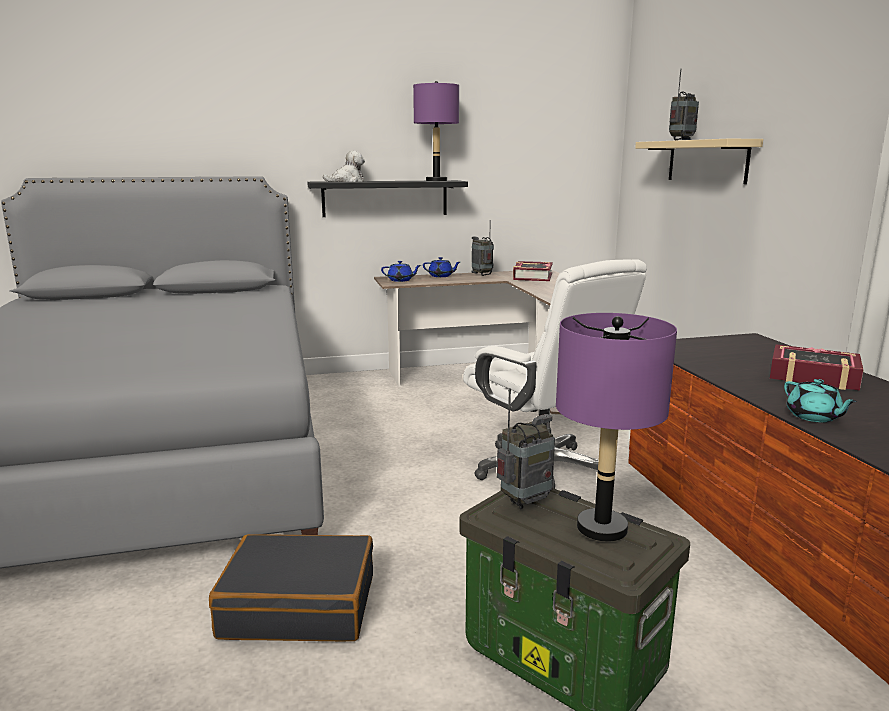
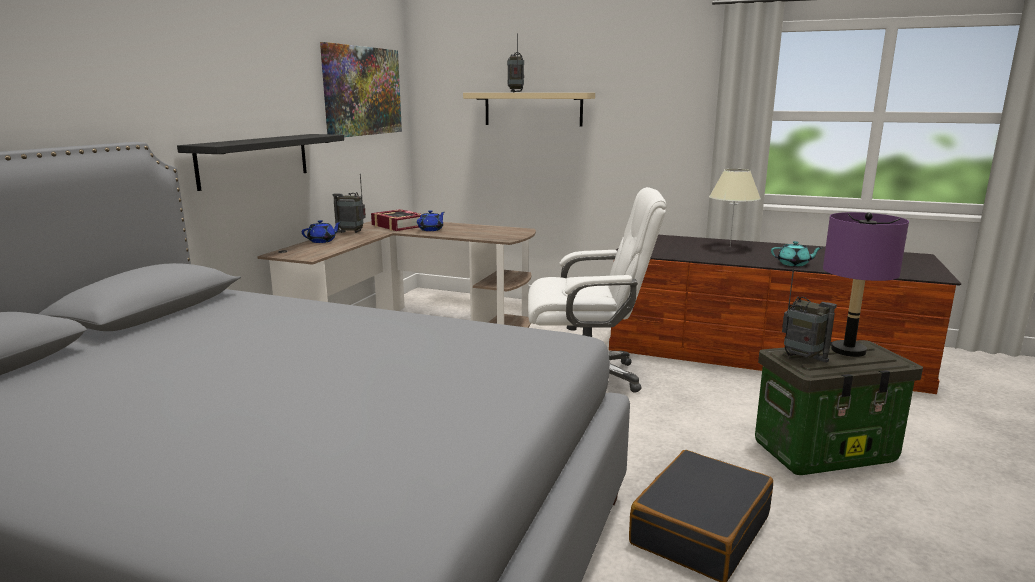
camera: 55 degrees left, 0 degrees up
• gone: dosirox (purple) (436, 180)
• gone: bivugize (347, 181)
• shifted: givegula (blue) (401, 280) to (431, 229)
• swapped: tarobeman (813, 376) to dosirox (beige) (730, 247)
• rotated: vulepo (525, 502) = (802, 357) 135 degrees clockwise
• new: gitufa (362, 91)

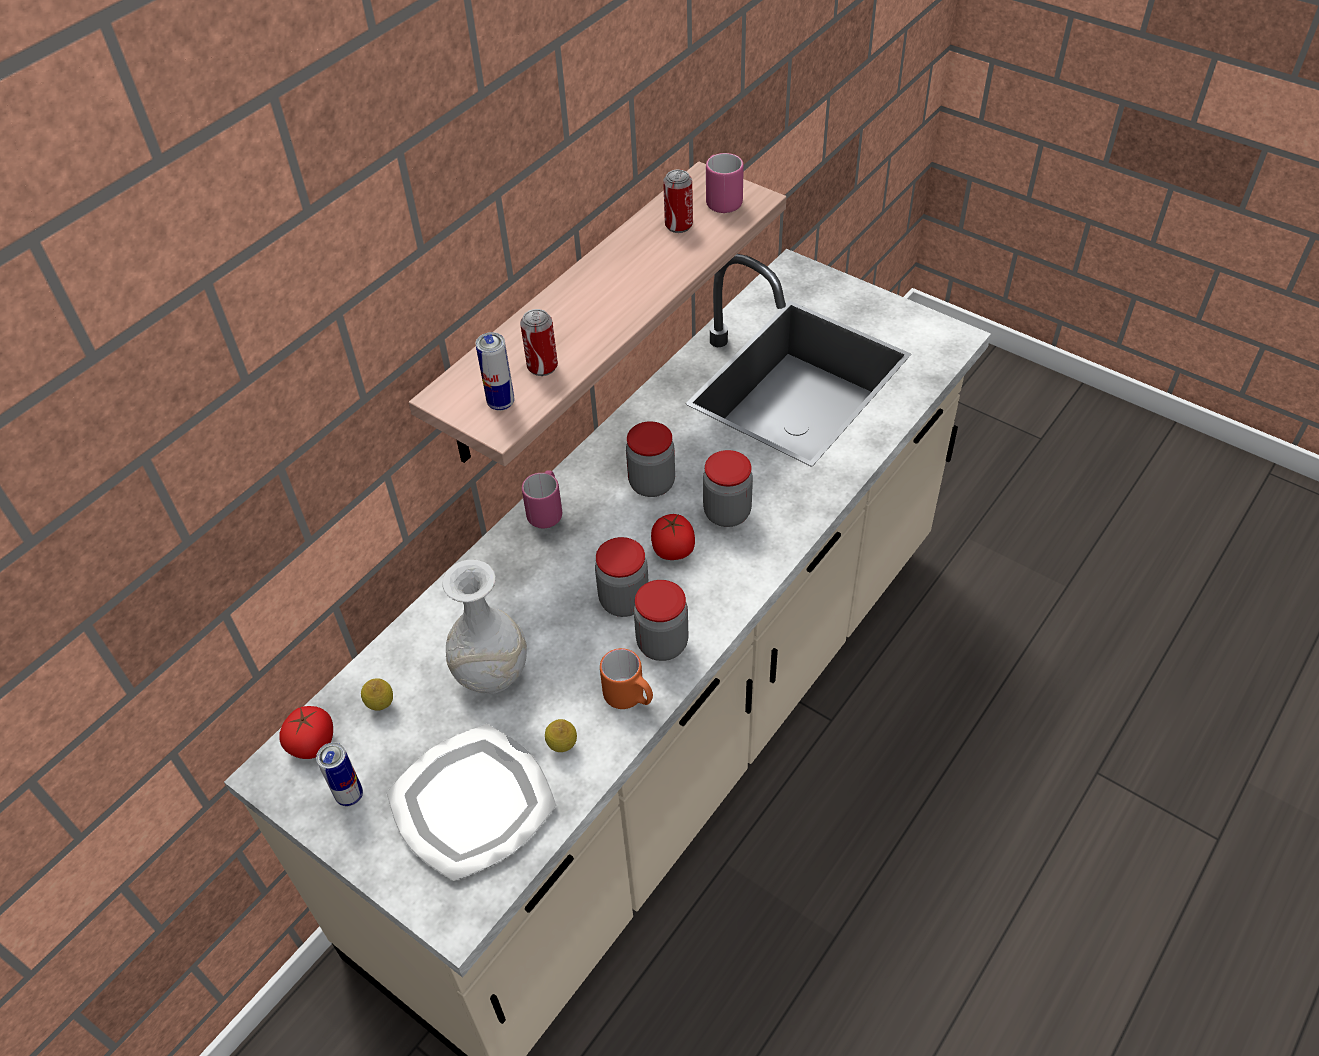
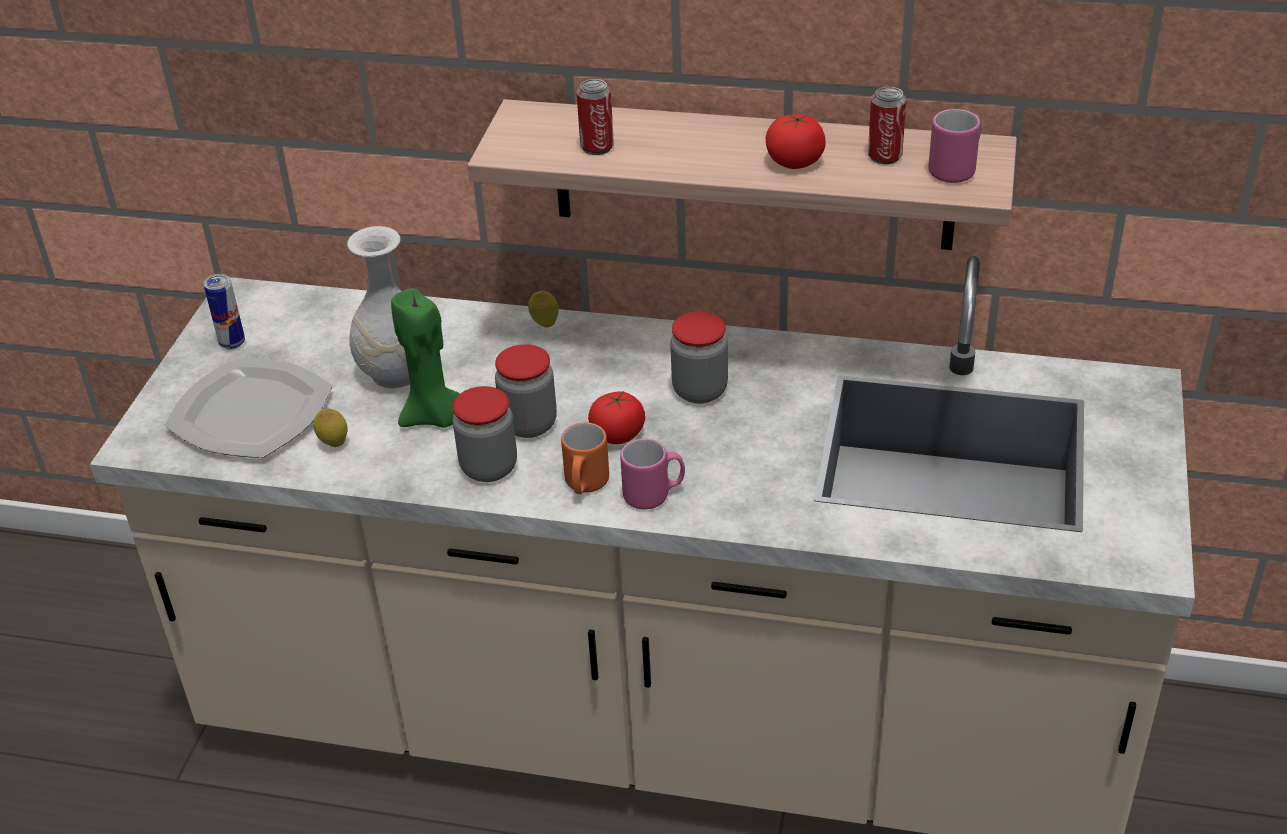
camera: 65 degrees right, 10 degrees down
• gone: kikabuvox (501, 403)
• gone: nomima (727, 513)
• shifted: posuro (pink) (547, 511) to (654, 495)
• shifted: posuro (orange) (629, 698) to (585, 486)
• shifted: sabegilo (381, 706) to (545, 325)
• shifted: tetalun (312, 743) to (794, 162)
• new: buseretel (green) (434, 417)

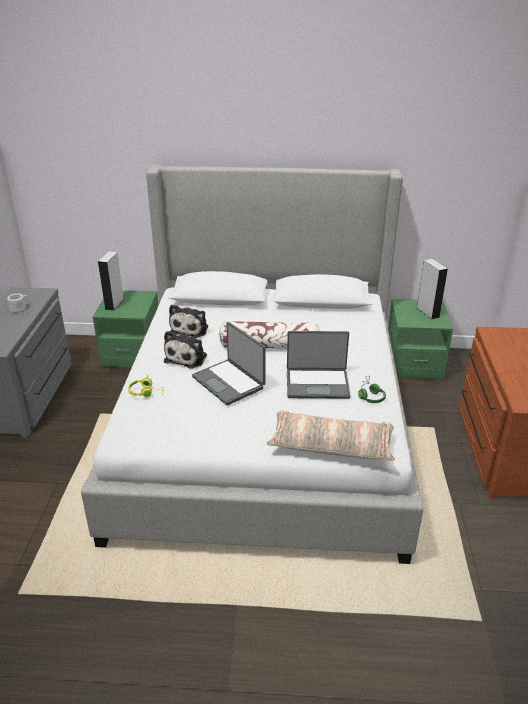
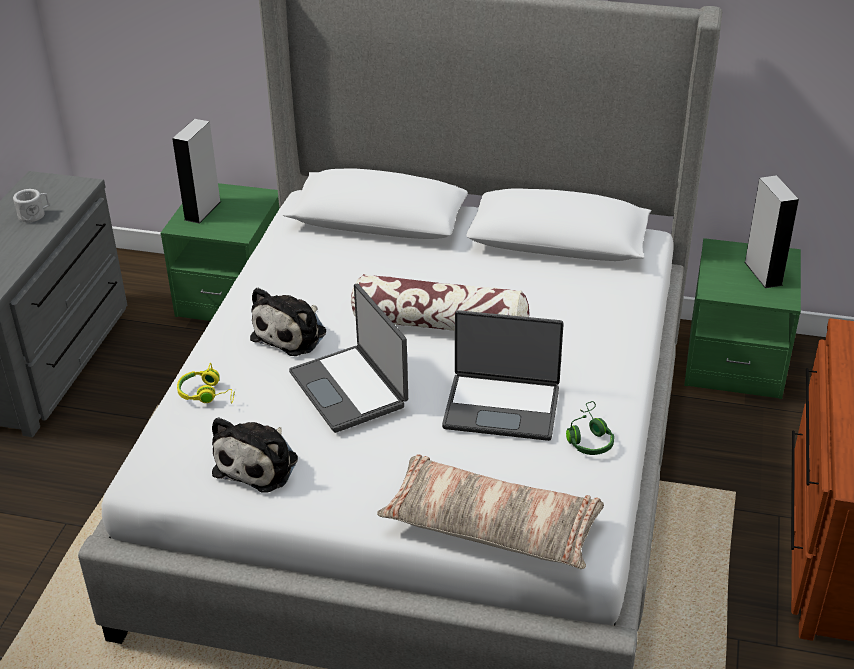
camera: 10 degrees right, 5 degrees up
• shifted: bivugize (190, 329) to (259, 463)

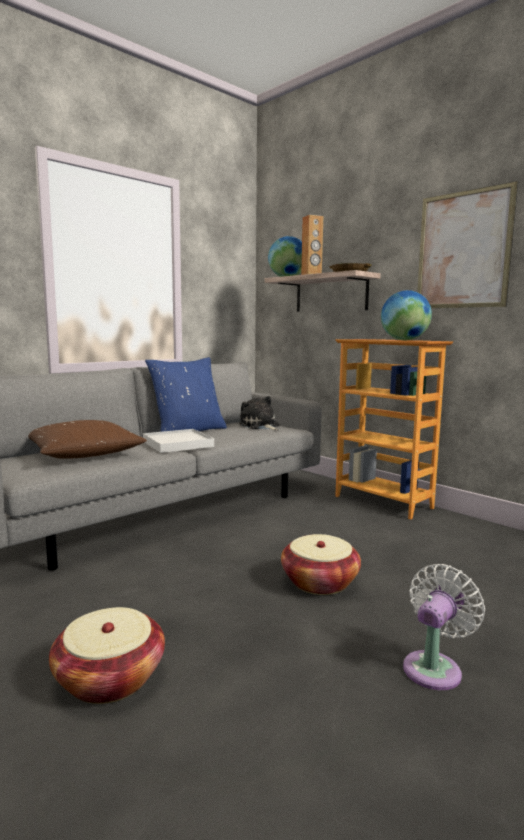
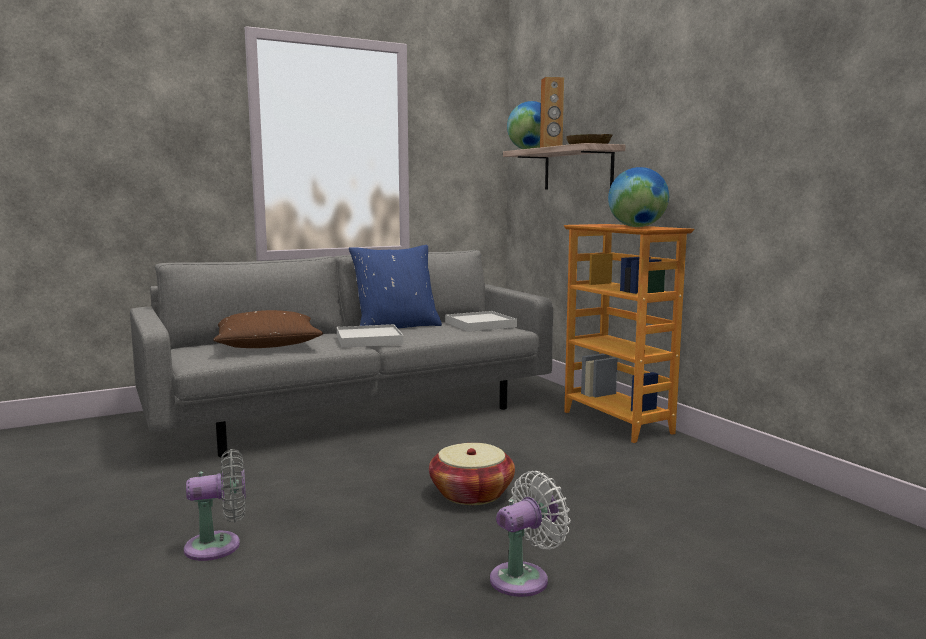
camera: 15 degrees right, 0 degrees up
• gone: gitufa (463, 250)
• swapped: bivugize (260, 426) to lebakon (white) (480, 325)
• swapped: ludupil (110, 678) to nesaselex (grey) (219, 546)

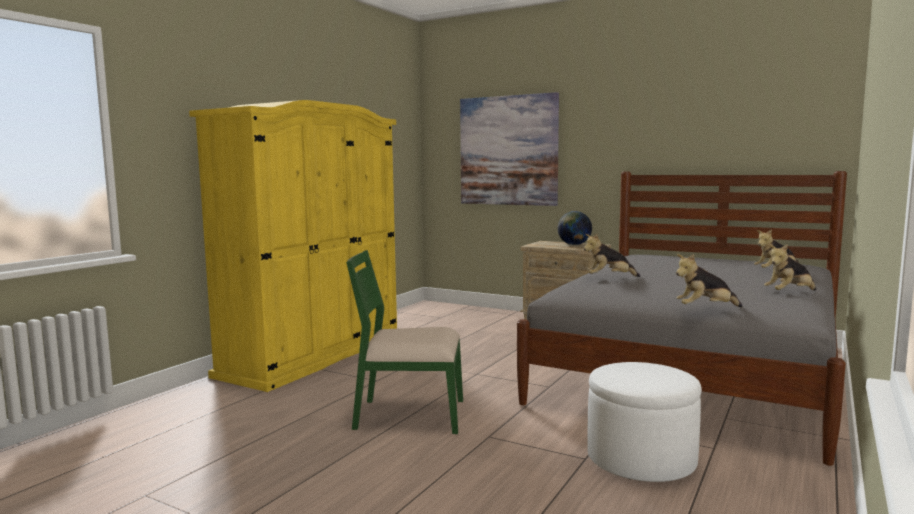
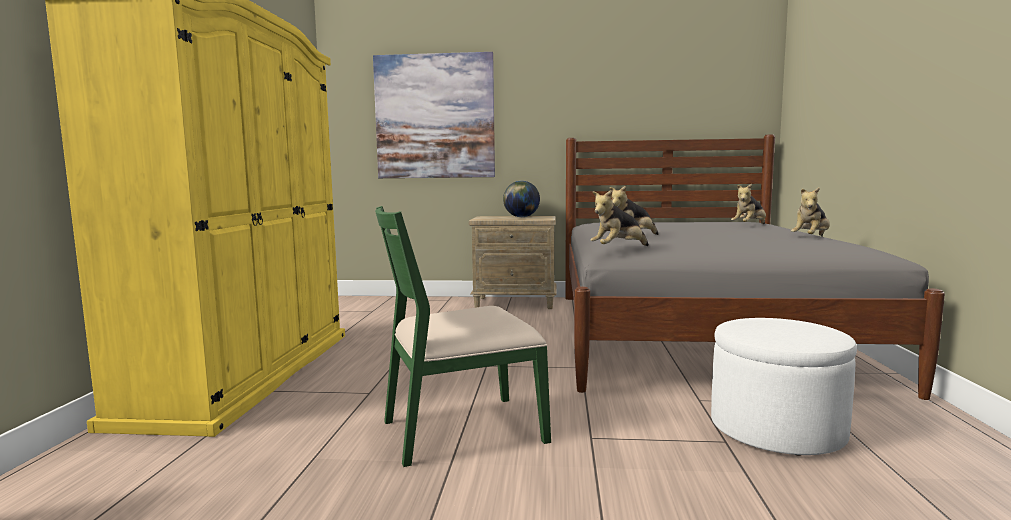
camera: 25 degrees left, 0 degrees up
• shifted: bivugize (705, 309) to (618, 249)

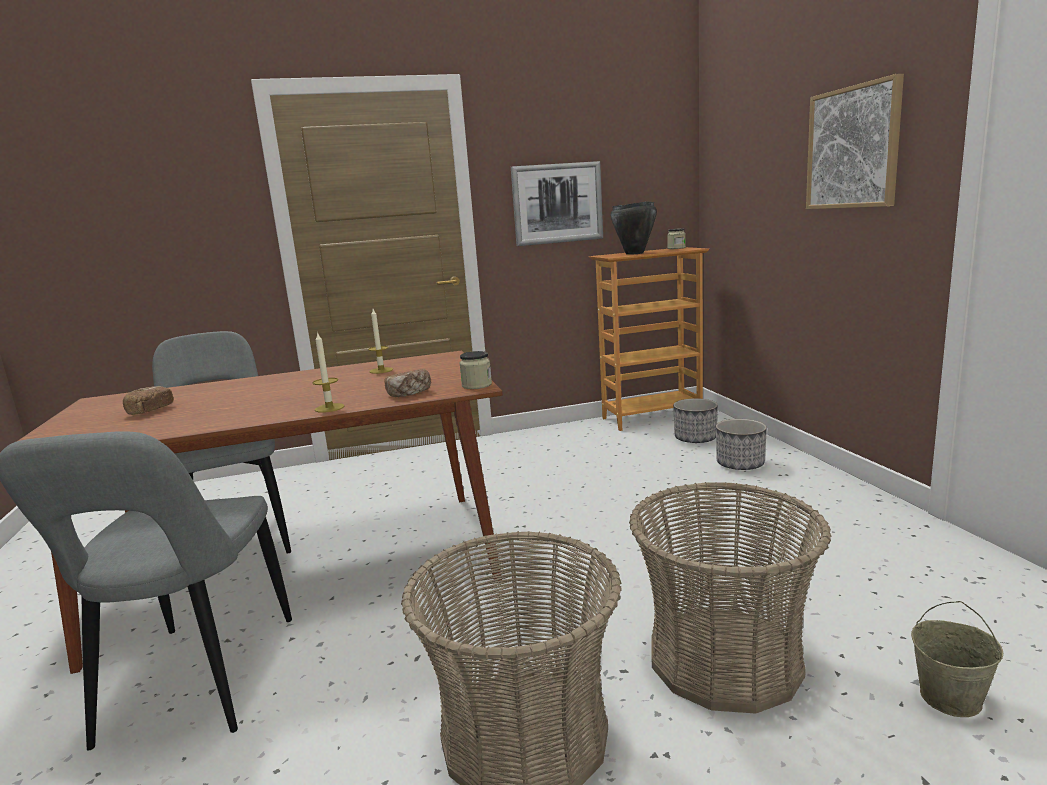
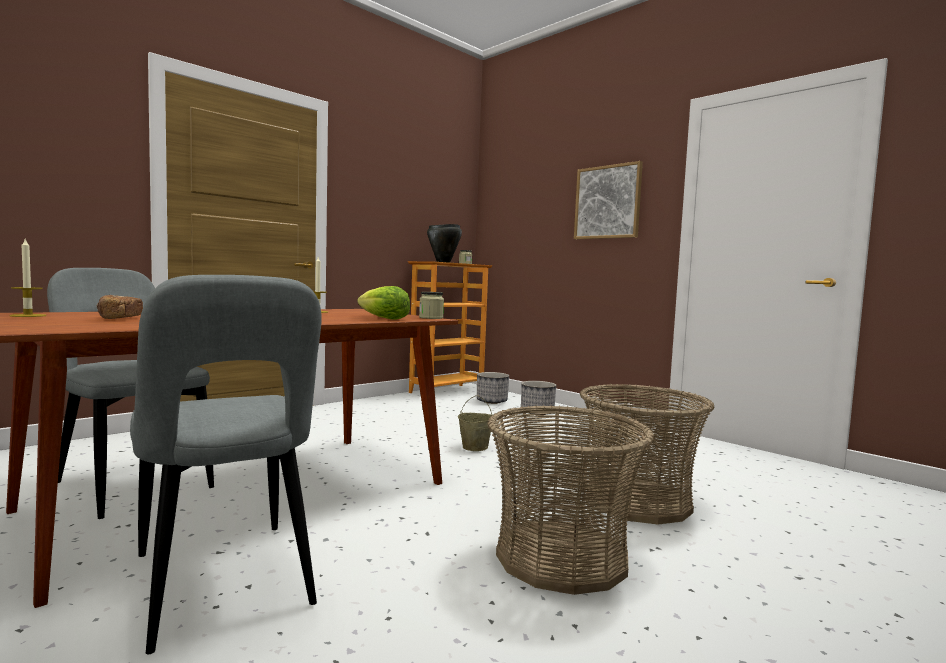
camera: 30 degrees left, 10 degrees down
• gone: gitufa (557, 203)
• shifted: buseretel (329, 408) to (28, 315)
• swapped: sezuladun (409, 393) to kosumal (384, 319)
• shifted: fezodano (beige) (951, 698) to (475, 447)

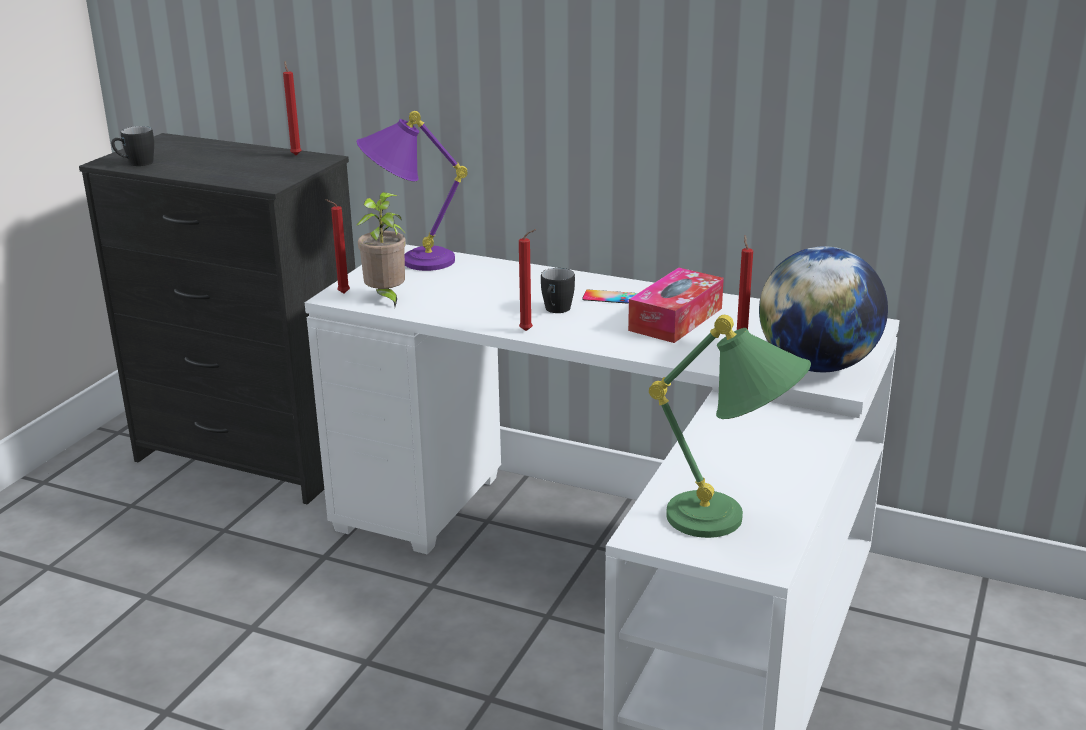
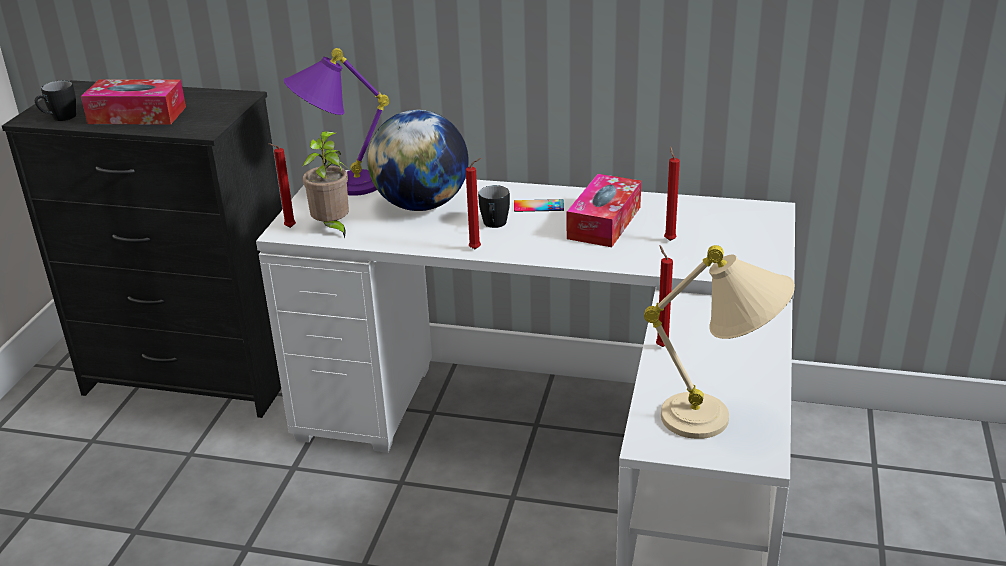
camera: 10 degrees left, 5 degrees up
• shifted: buseretel (red) (296, 155) to (661, 345)
• shifted: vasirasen (817, 365) to (421, 205)
• repainted: dosirox (green) (732, 523) to dosirox (beige) (720, 421)
• new: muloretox (137, 115)

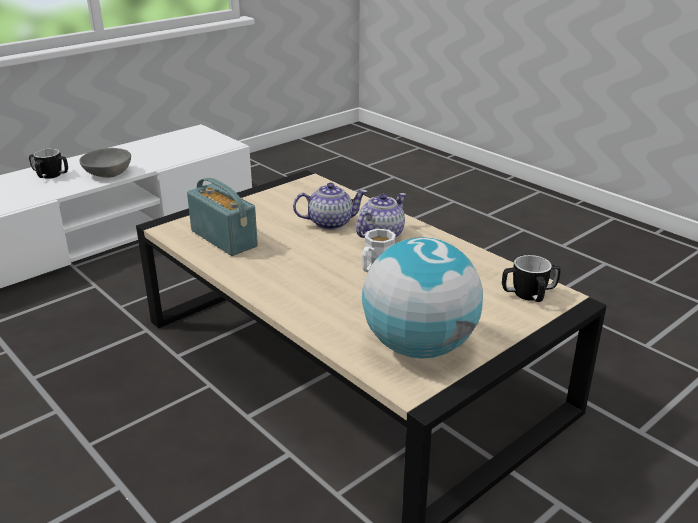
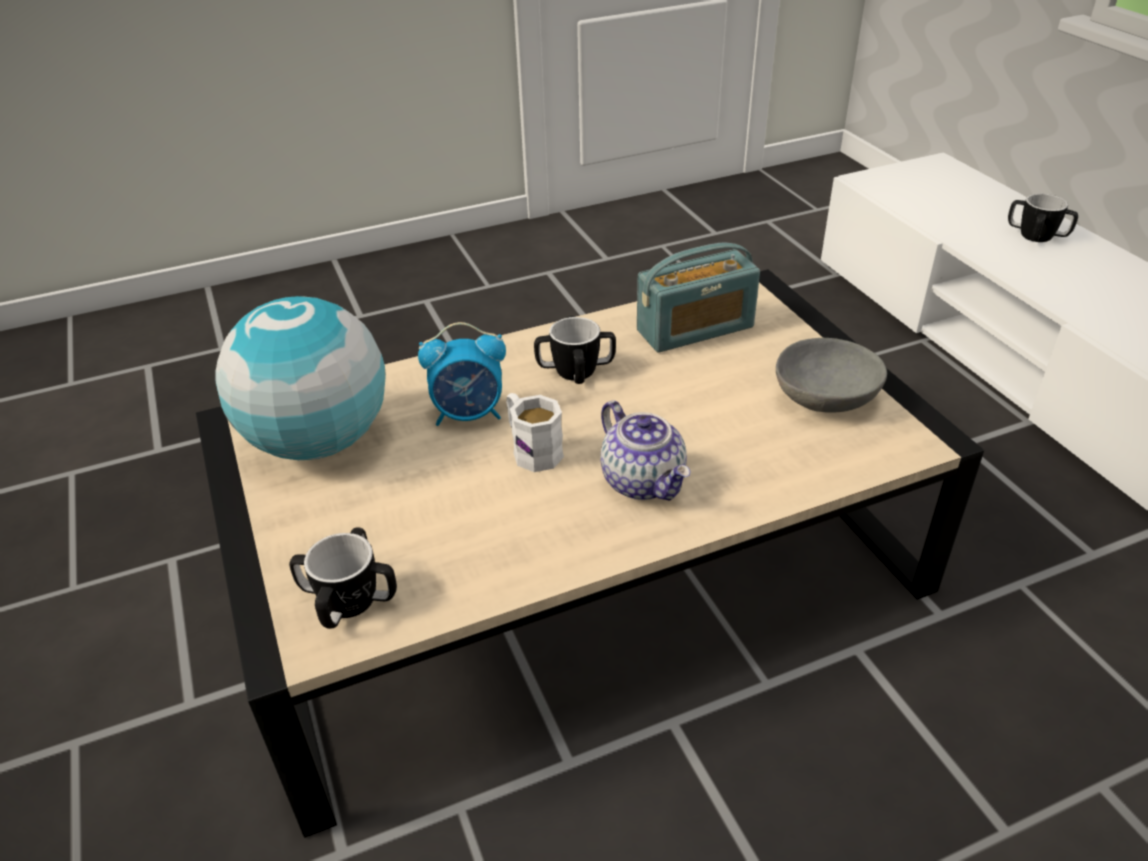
camera: 110 degrees right, 10 degrees up
• shifted: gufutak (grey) (107, 174) to (824, 397)
• gone: givegula (330, 223)
• new: posuro (575, 371)
• new: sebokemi (469, 414)

